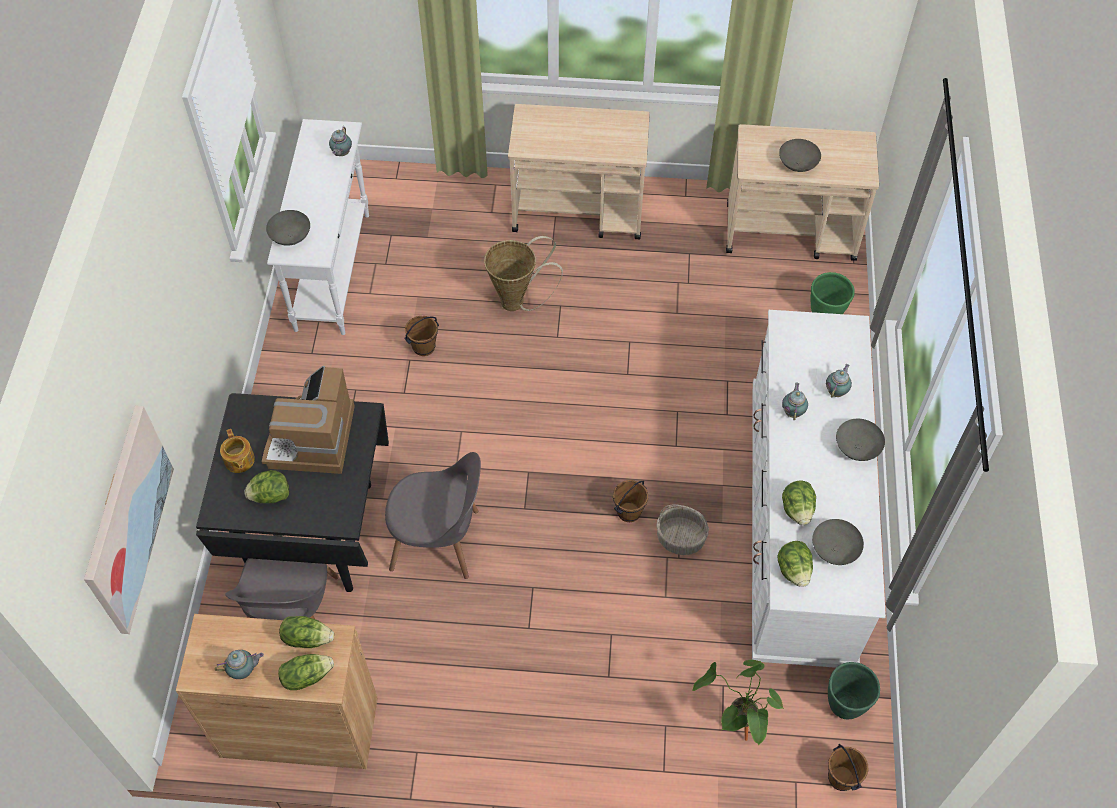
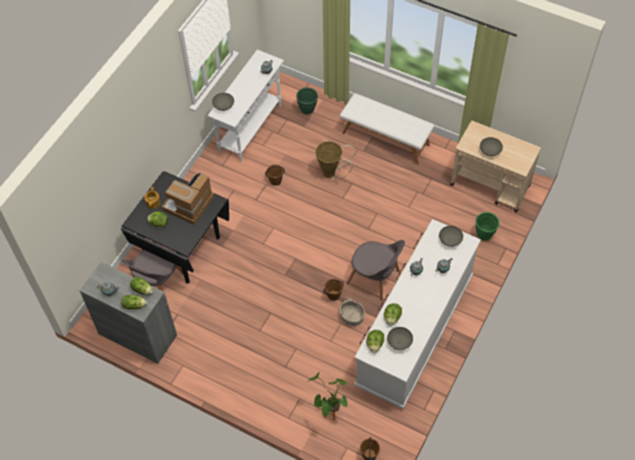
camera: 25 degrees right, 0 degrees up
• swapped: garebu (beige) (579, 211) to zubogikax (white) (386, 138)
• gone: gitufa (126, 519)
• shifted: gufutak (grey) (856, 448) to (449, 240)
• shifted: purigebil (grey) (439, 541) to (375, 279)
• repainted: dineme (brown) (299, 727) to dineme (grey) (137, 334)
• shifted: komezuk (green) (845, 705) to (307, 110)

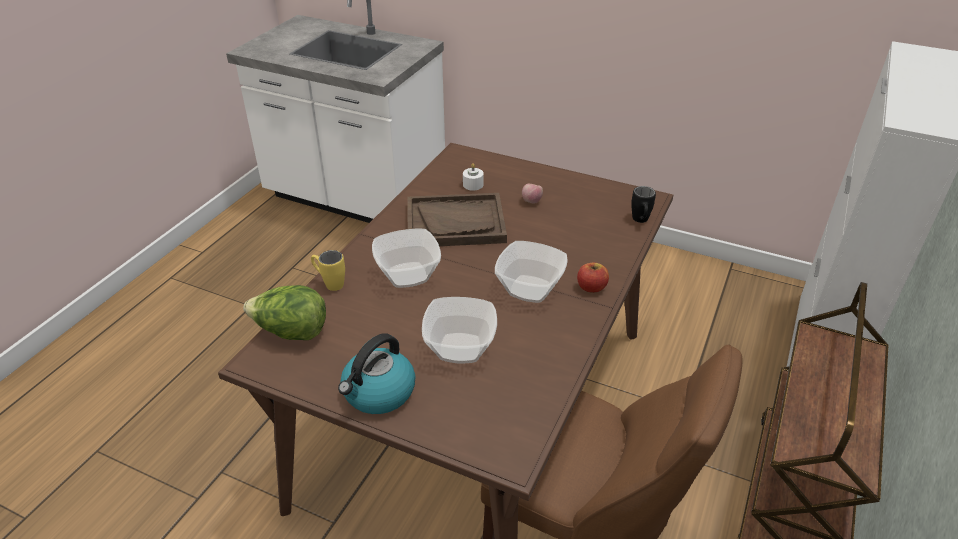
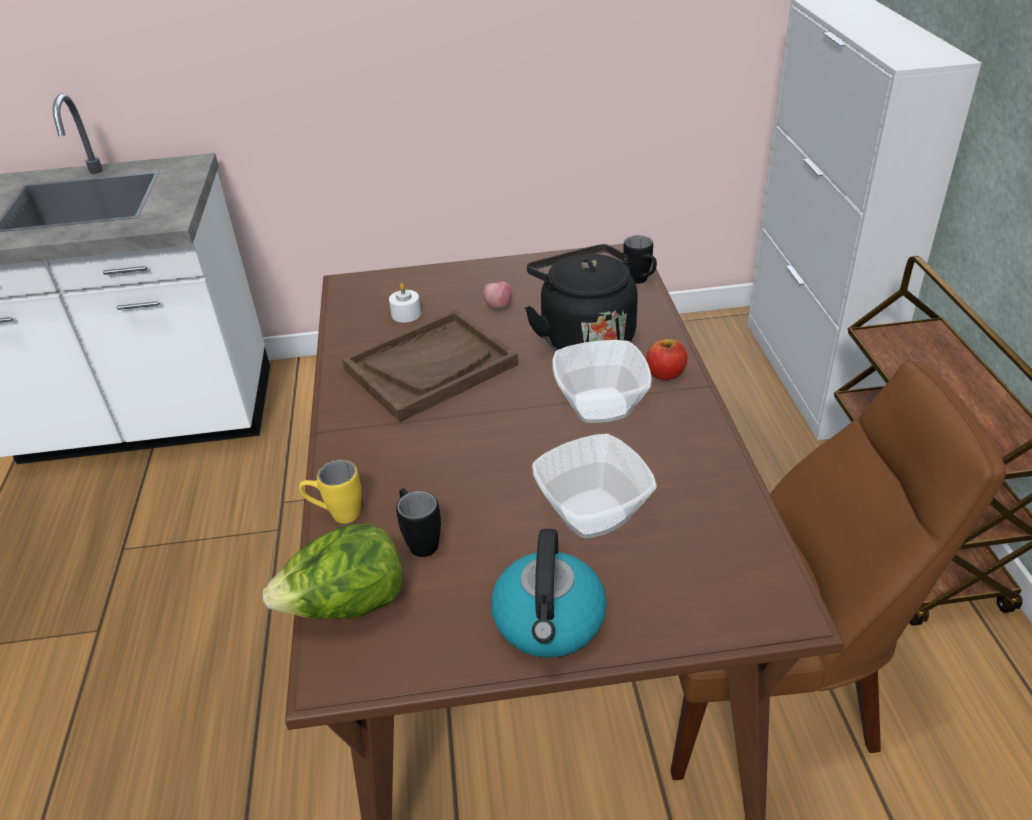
camera: 30 degrees left, 0 degrees up
• gone: gufutak (409, 275)
• new: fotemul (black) (584, 338)
• new: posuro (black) (419, 540)

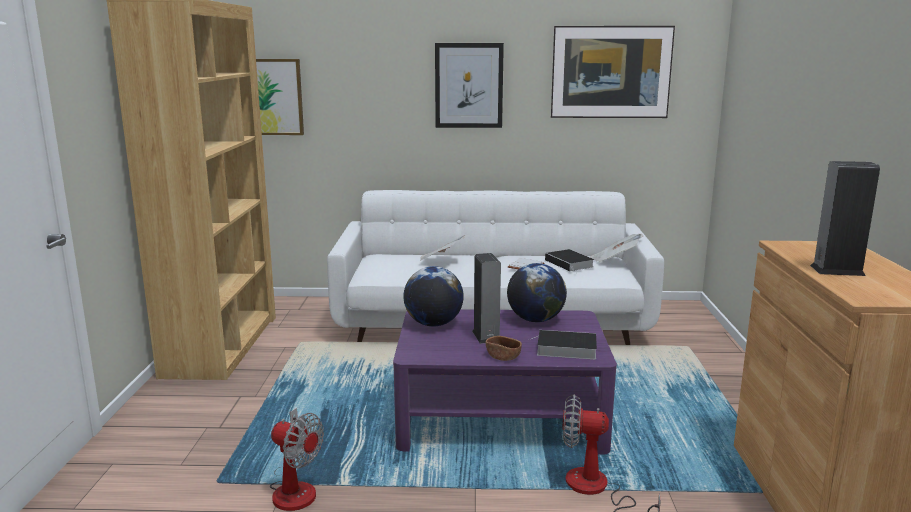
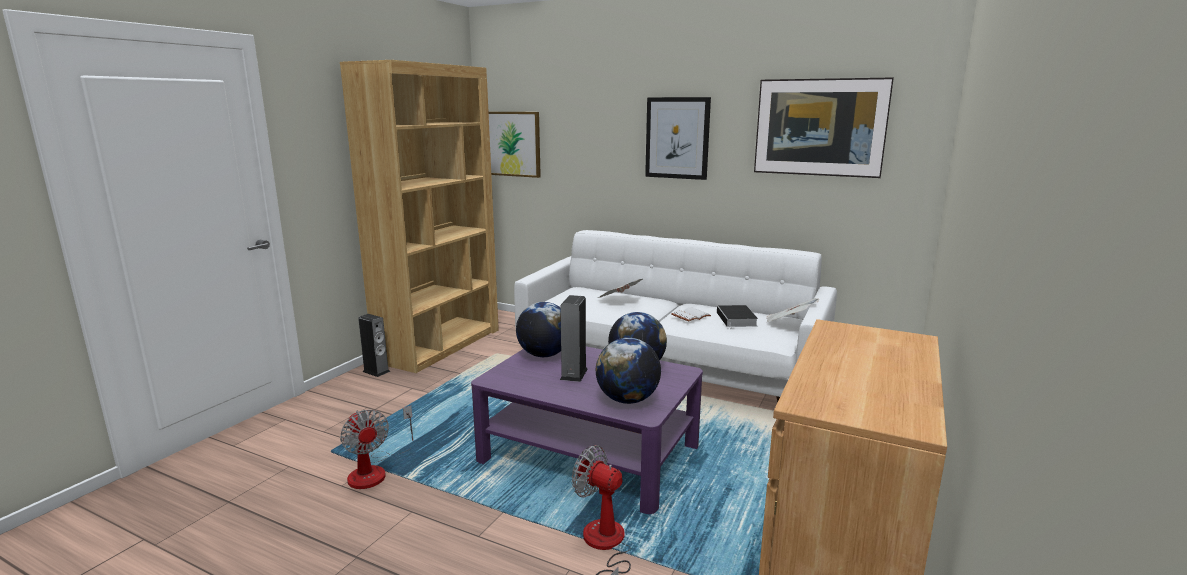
camera: 25 degrees right, 0 degrees up
• shifted: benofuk (837, 270) to (376, 371)
• swapped: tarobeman (564, 349) to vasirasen (627, 400)
• gone: gufutak (brown) (503, 357)

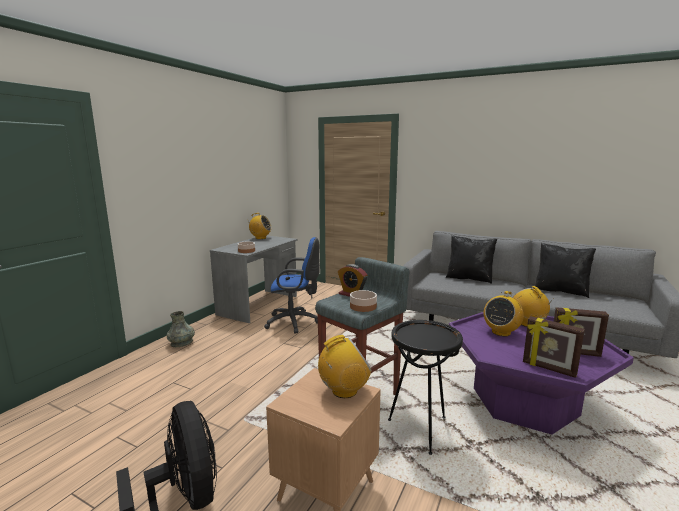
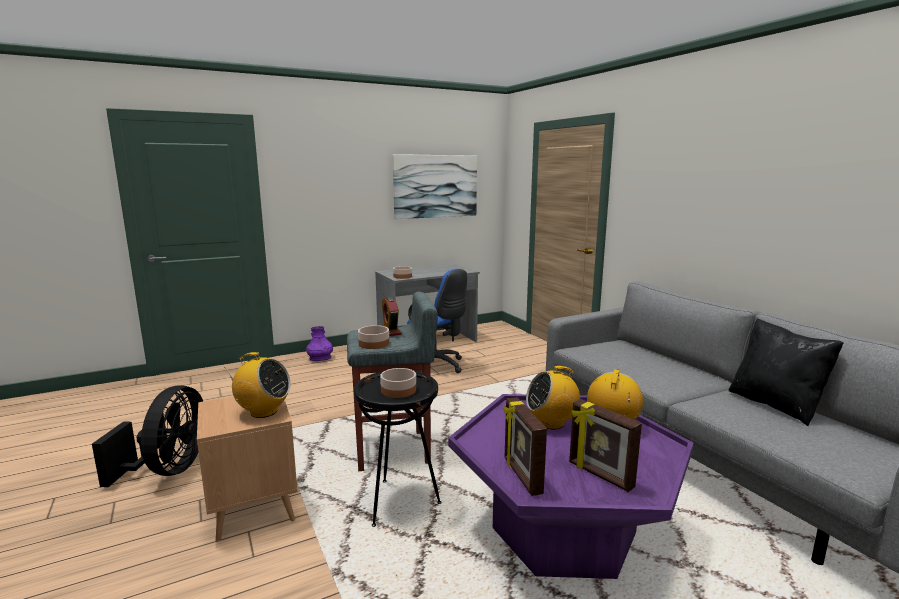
camera: 35 degrees right, 0 degrees up
• gone: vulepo (260, 238)
• gone: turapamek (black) (469, 278)
• repainted: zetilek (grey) (182, 343) to zetilek (purple) (320, 358)
• new: gitufa (435, 186)
• new: gufutak (399, 390)

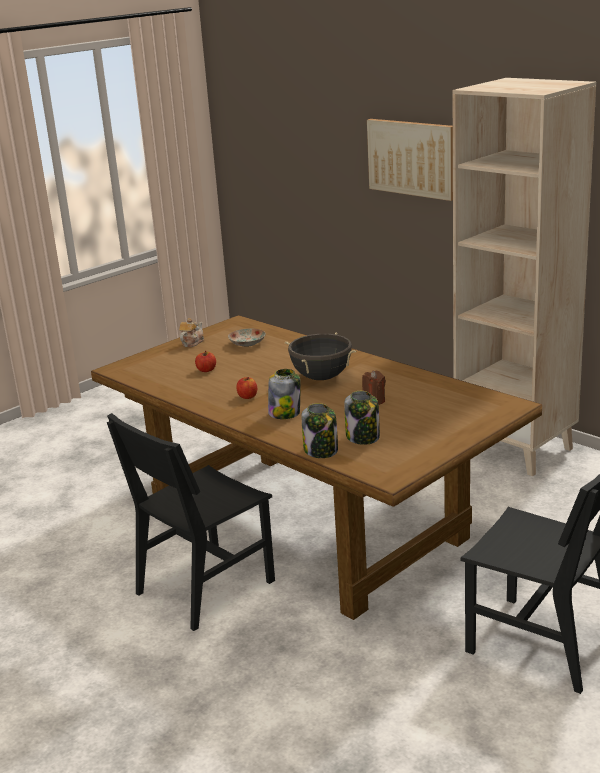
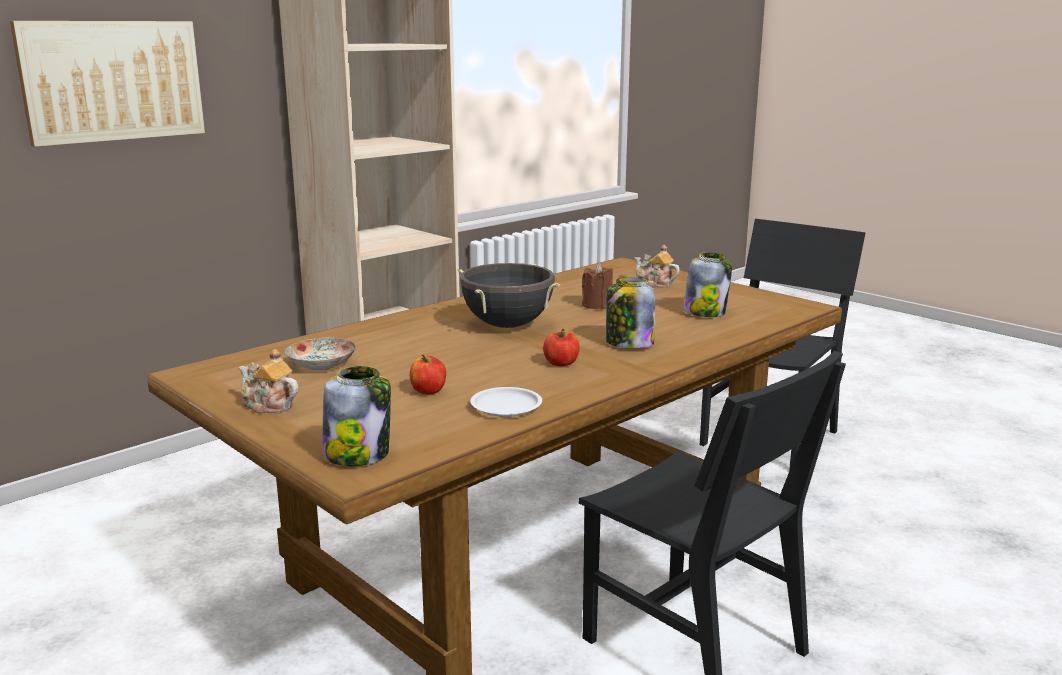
camera: 90 degrees left, 5 degrees down
• shifted: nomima (321, 450) to (358, 454)
• new: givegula (654, 284)
• new: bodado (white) (505, 407)

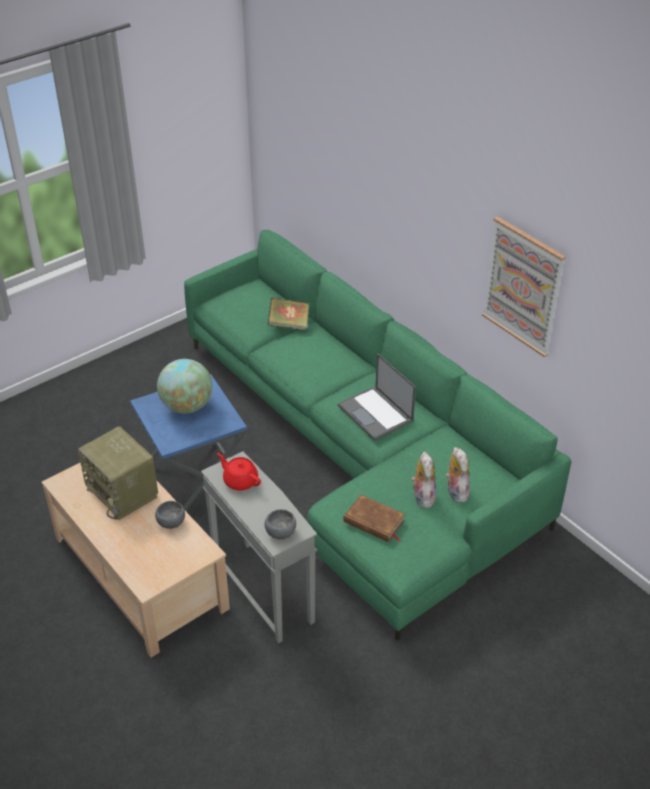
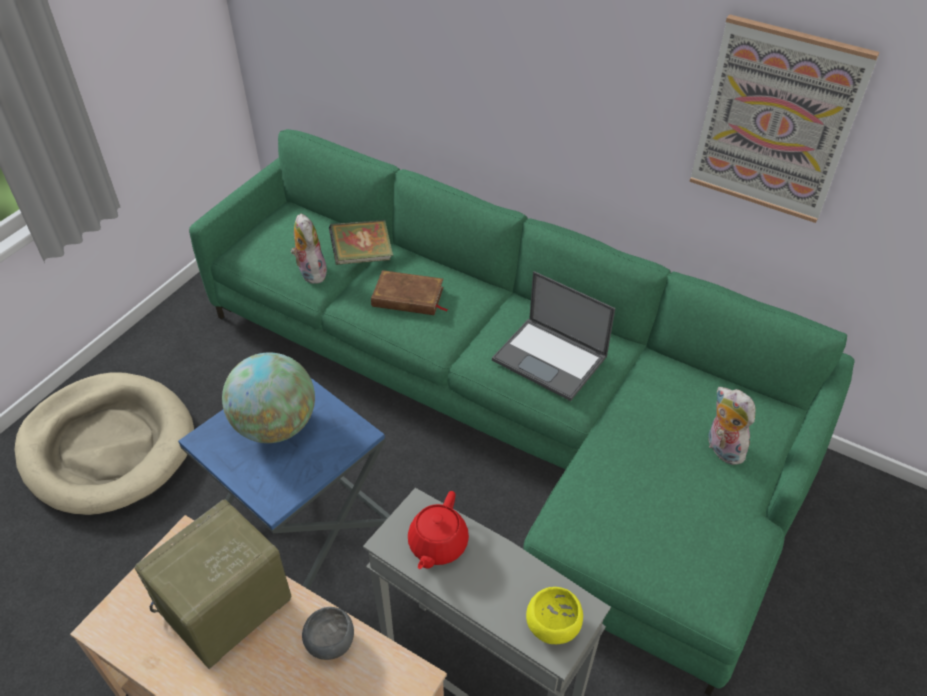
camera: 20 degrees left, 5 degrees up
• rotated: vulepo (123, 493) = (226, 610) 105 degrees clockwise
• shifted: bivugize (422, 496) to (310, 272)
• rotated: givegula (red) (240, 480) = (437, 545) 90 degrees counterclockwise
• shifted: tarobeman (brown) (374, 522) to (408, 297)
• repainted: gufutak (grey) (281, 533) to gufutak (yellow) (554, 626)
• new: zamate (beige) (108, 446)

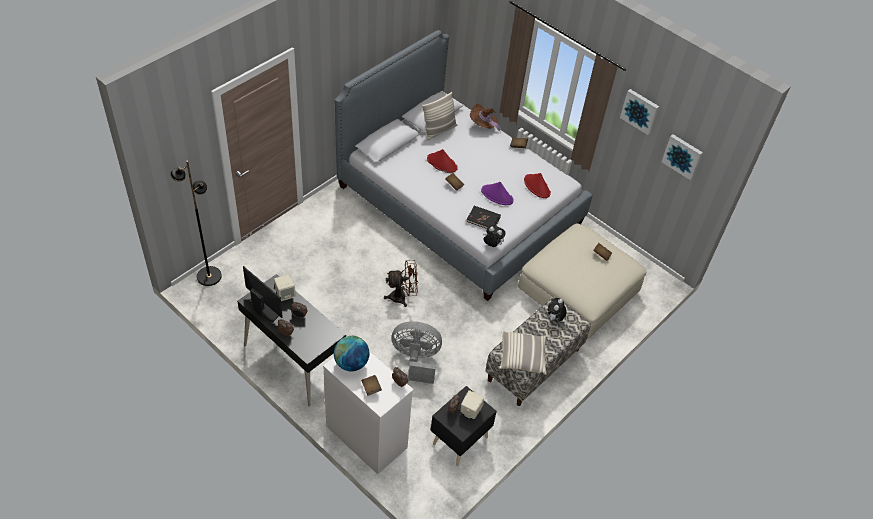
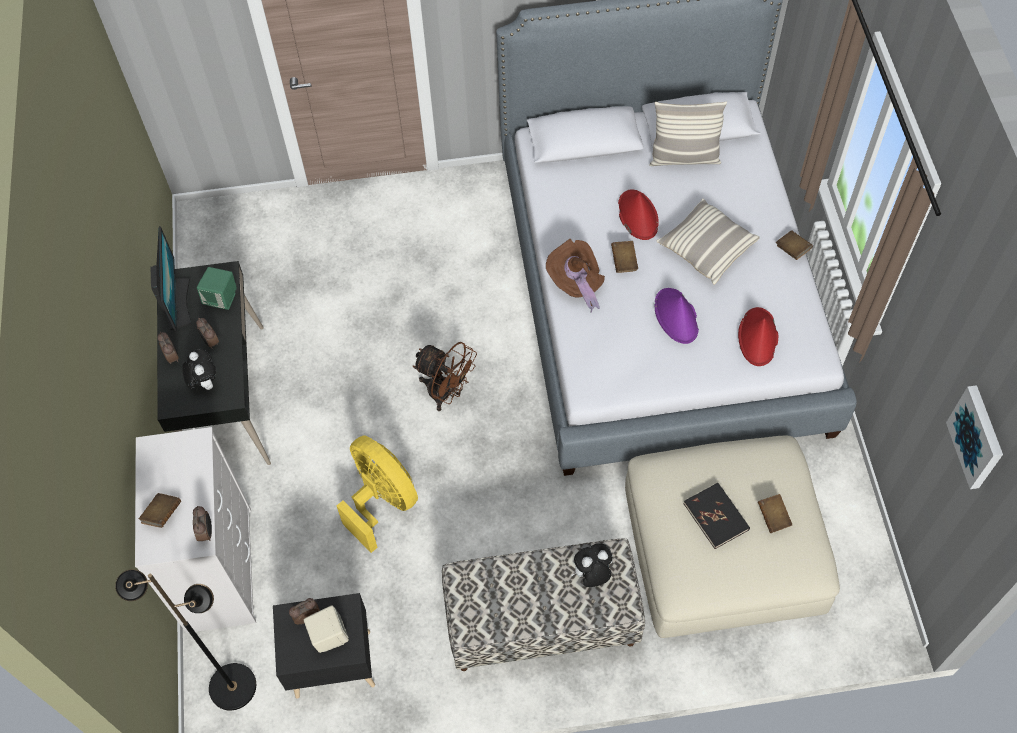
camera: 45 degrees right, 10 degrees up
• gone: gitufa (640, 111)
• shifted: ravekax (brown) (483, 126) to (576, 283)
• shifted: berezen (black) (208, 276) to (232, 686)
• shifted: tarobeman (black) (483, 219) to (716, 516)
• shifted: bivugize (492, 245) to (204, 382)
• repainted: benofuk (beige) (285, 294) to benofuk (green) (222, 299)
• repainted: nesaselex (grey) (416, 360) to nesaselex (yellow) (381, 501)
• shifted: turapamek (522, 357) to (706, 248)
• gone: vasirasen (351, 363)

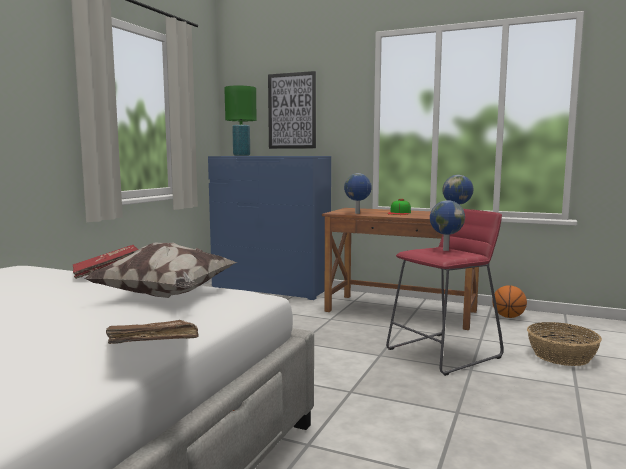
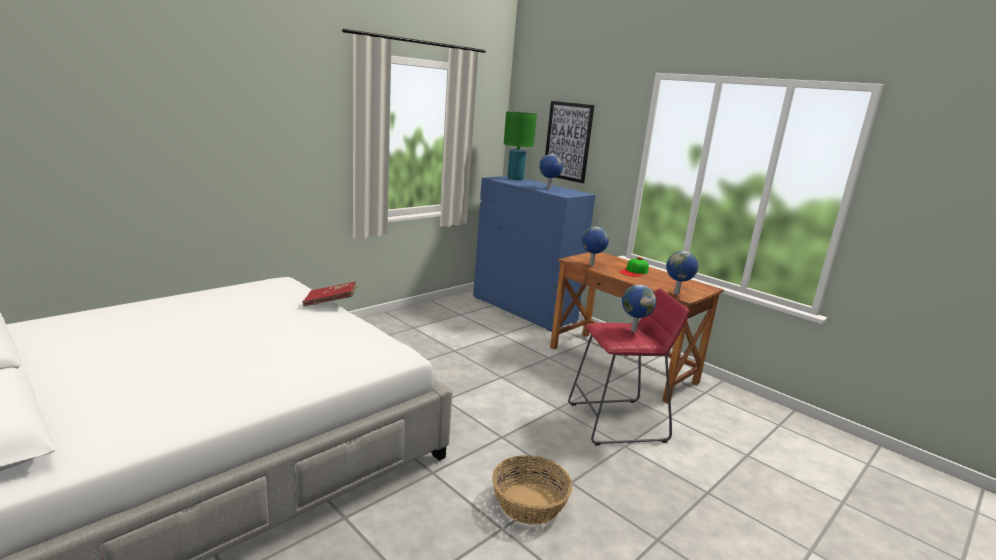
camera: 20 degrees right, 10 degrees up
• gone: turapamek (167, 296)
• gone: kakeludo (508, 317)
• gone: tarobeman (brown) (150, 351)
• shifted: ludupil (562, 356) to (529, 504)
• new: vasirasen (548, 189)

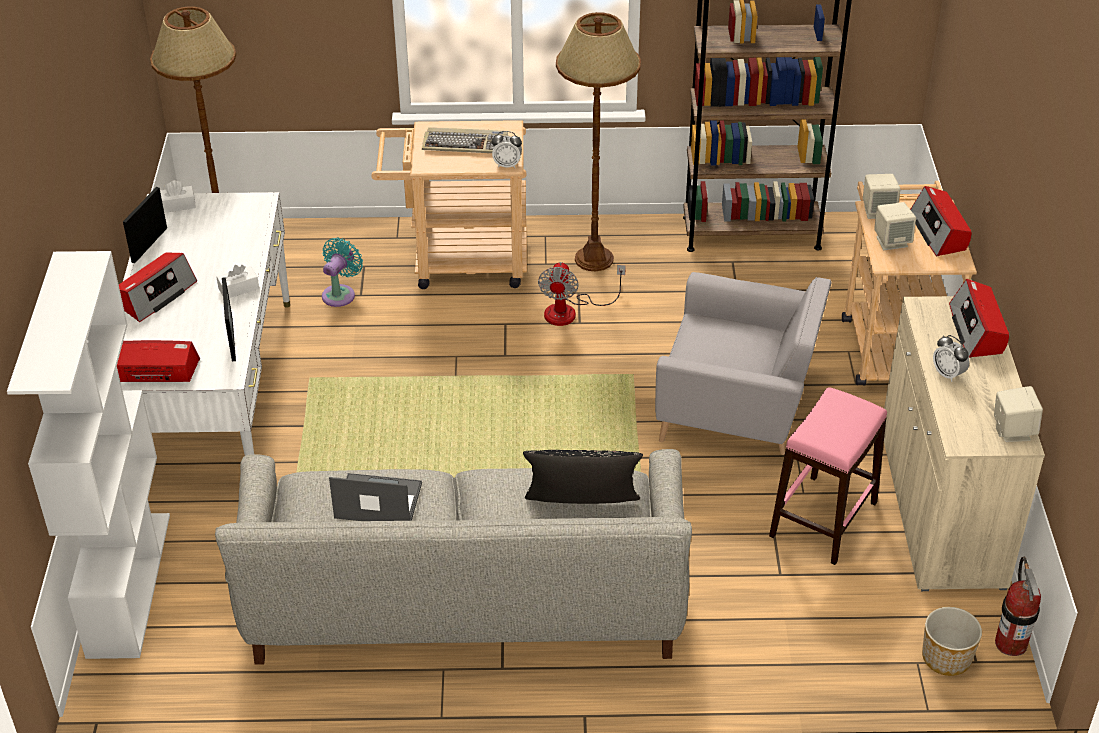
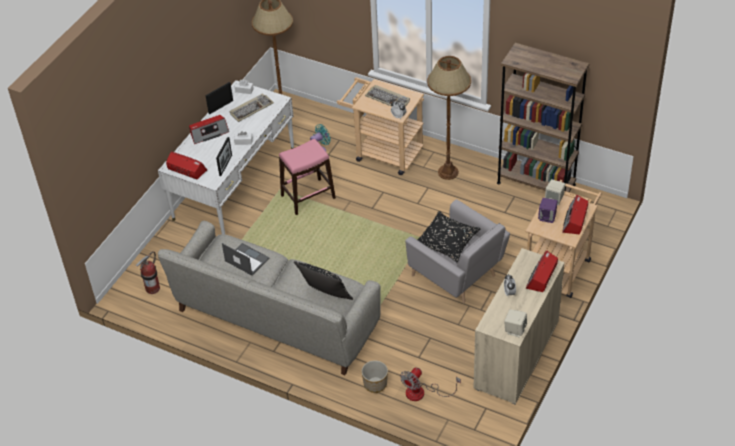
camera: 30 degrees right, 5 degrees up
• repainted: benofuk (beige) (891, 241) to benofuk (purple) (547, 217)
• gone: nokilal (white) (128, 583)
• shifted: nesaselex (570, 311) to (422, 393)
• shifted: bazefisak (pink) (824, 519) to (308, 197)
• shifted: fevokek (1011, 643) to (152, 288)
• shifted: komezuk (946, 658) to (375, 384)
• new: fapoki (251, 108)
• new: turapamek (black) (447, 242)

